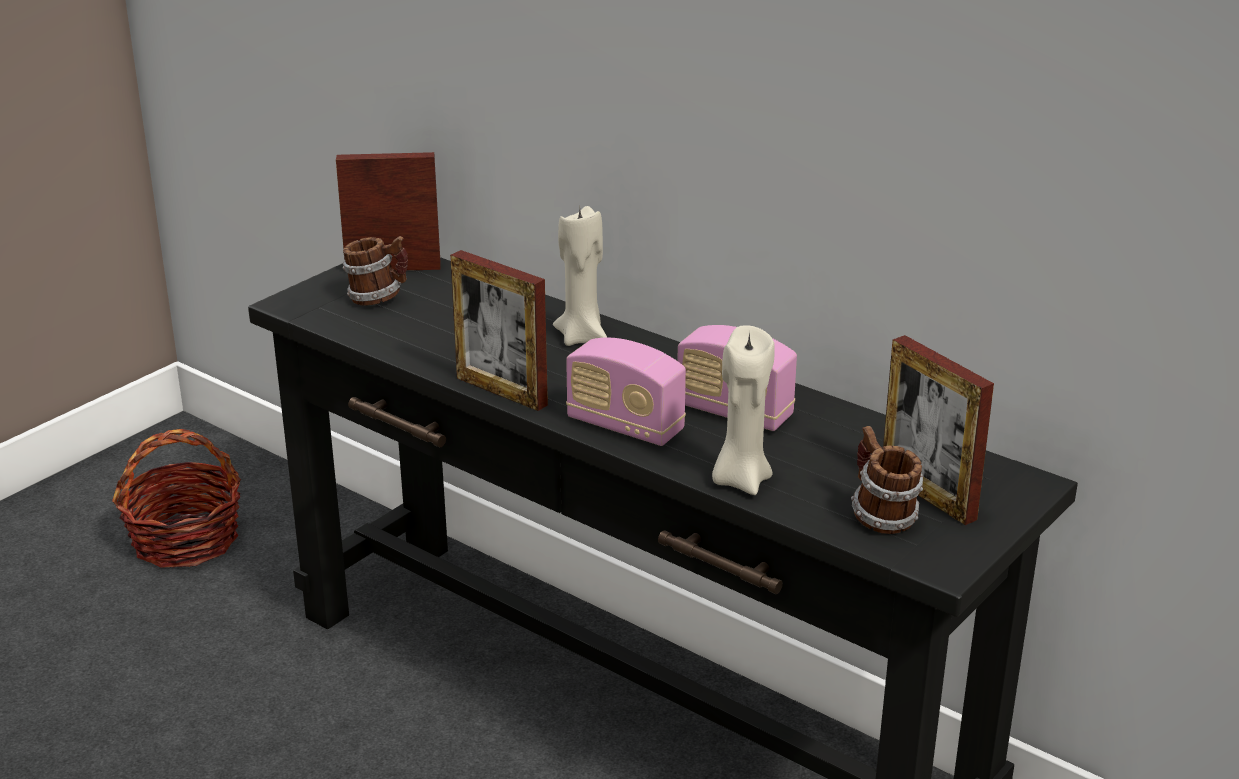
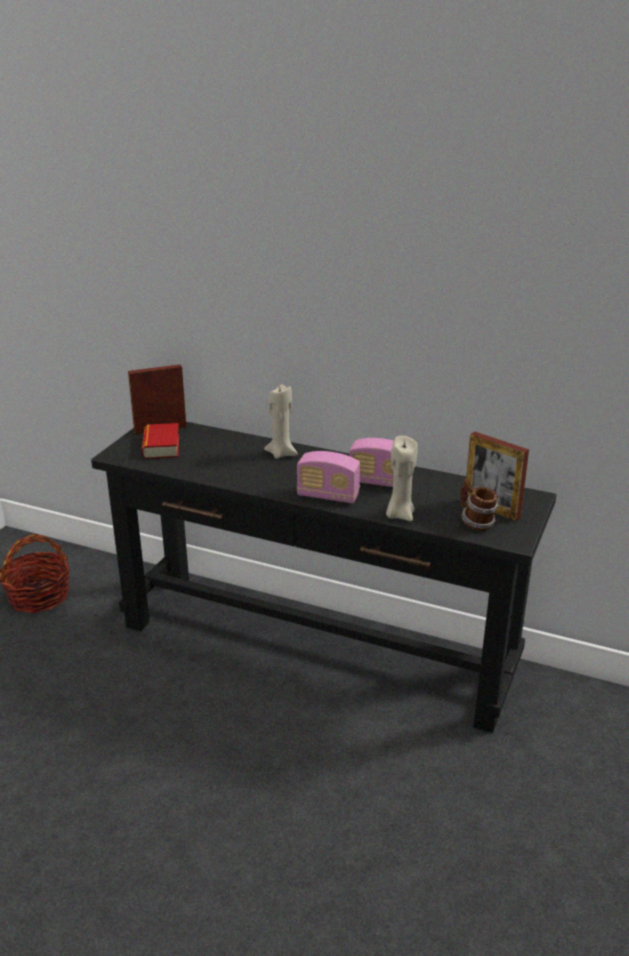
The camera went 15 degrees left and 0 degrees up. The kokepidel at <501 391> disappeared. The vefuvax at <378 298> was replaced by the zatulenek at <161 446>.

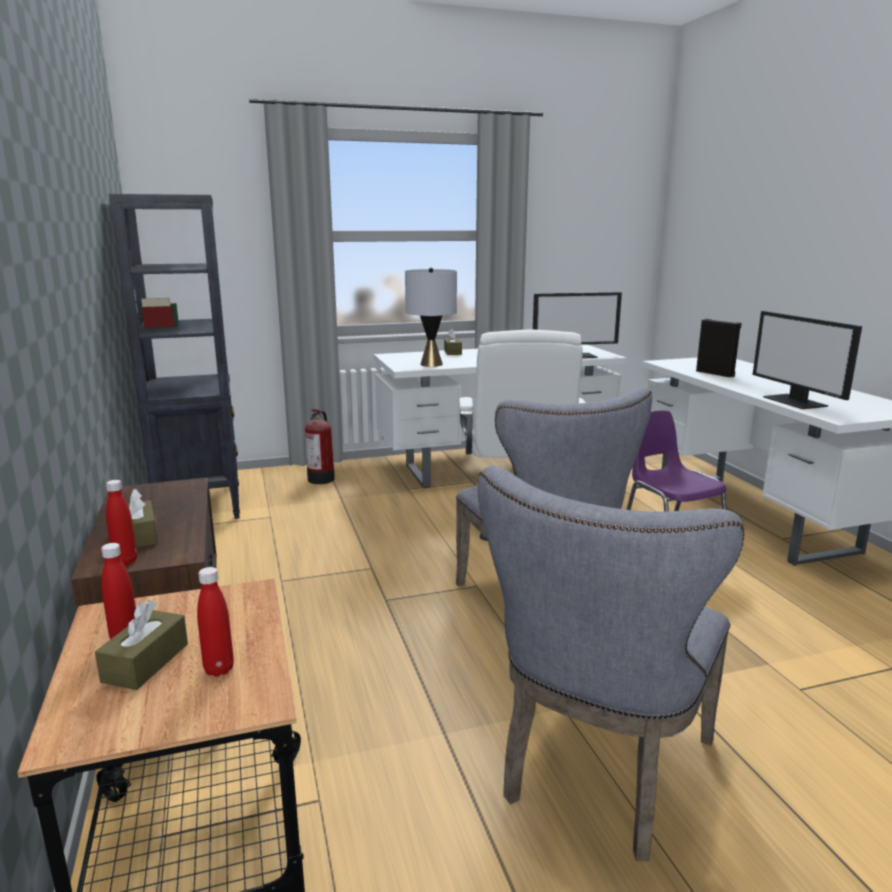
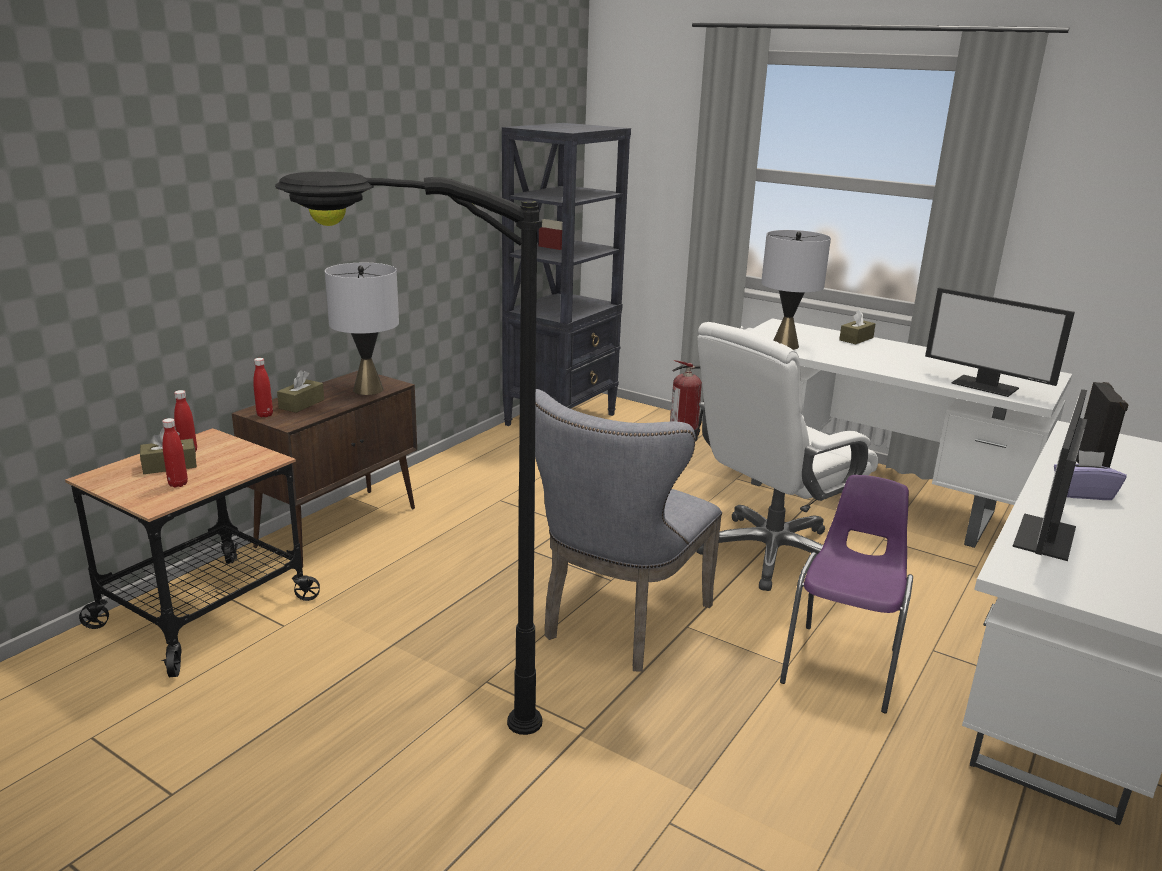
The camera went 50 degrees right and 5 degrees up. The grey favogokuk at <368 389> appeared. The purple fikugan at <1083 493> appeared. The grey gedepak at <599 775> was replaced by the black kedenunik at <412 732>.

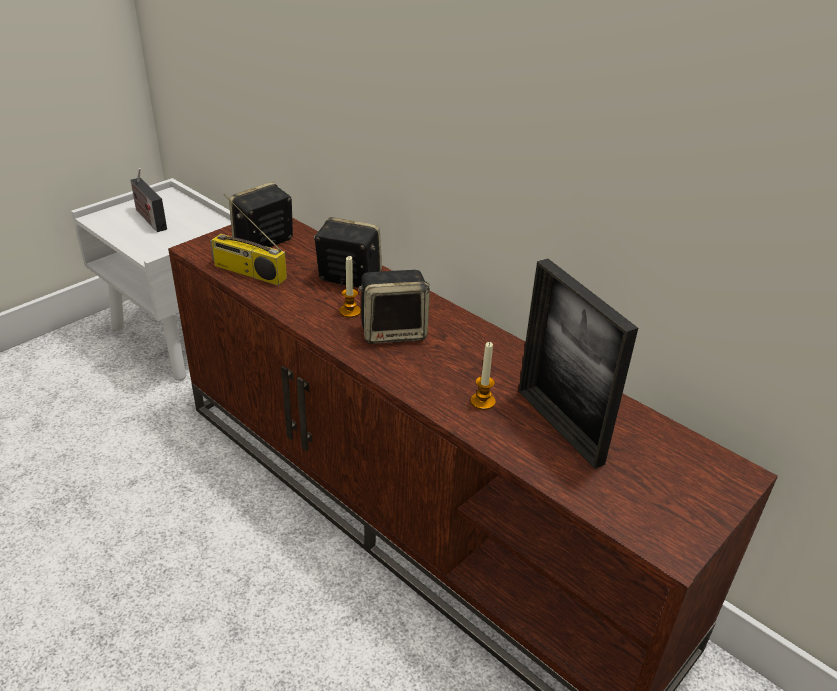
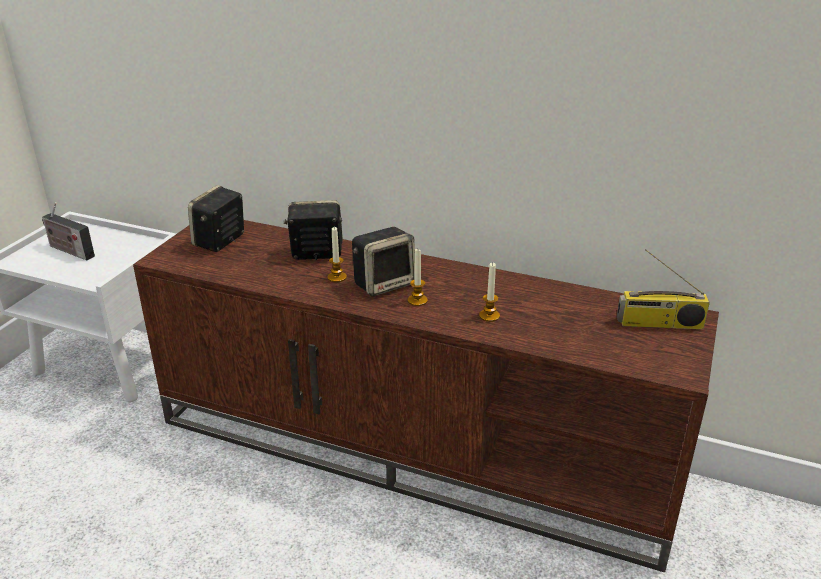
The camera went 20 degrees left and 5 degrees down. The kokepidel at <559 426> disappeared. The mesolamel at <417 300> appeared. The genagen moved from <248 272> to <659 324>.

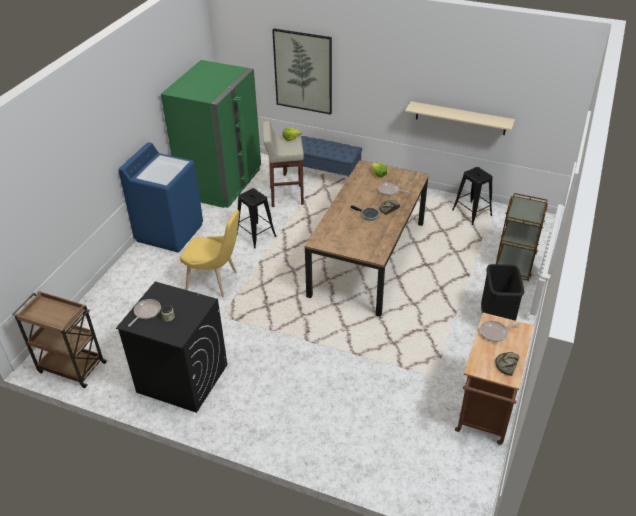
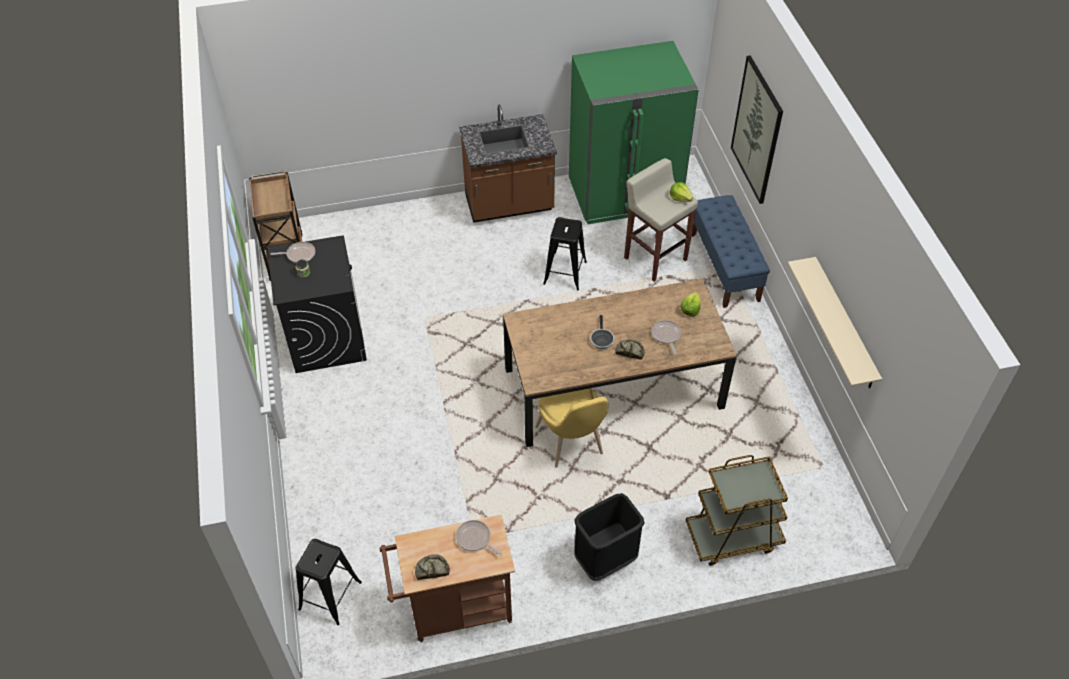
The camera went 55 degrees right and 10 degrees up. The yellow gedepak moved from <215 282> to <571 444>. The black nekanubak moved from <471 213> to <330 595>. The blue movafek at <170 232> was replaced by the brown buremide at <509 205>.

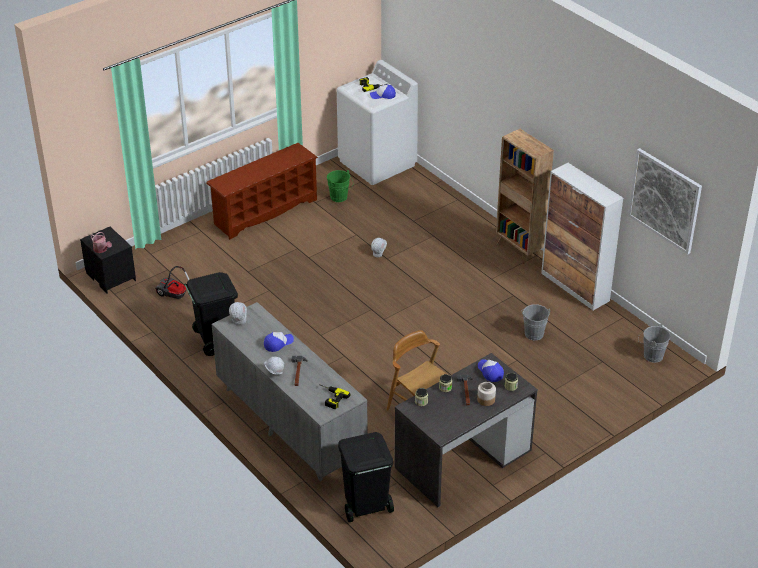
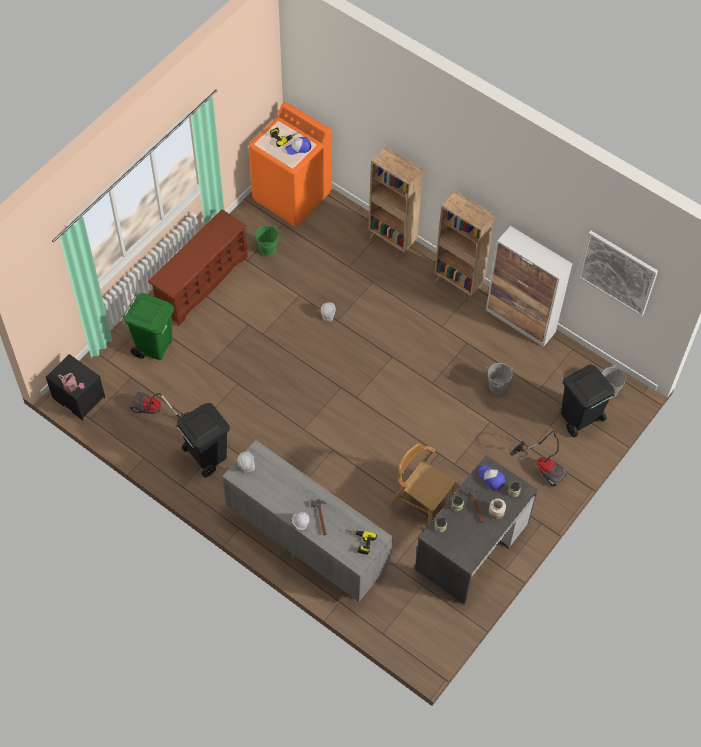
The camera went 15 degrees left and 20 degrees up. The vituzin at <278 343> disappeared. The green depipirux at <154 345> appeared. The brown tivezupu at <392 241> appeared. The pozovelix at <544 466> appeared. The black depipirux moved from <365 506> to <579 418>. The white movafek at <377 163> became the orange movafek at <292 196>.

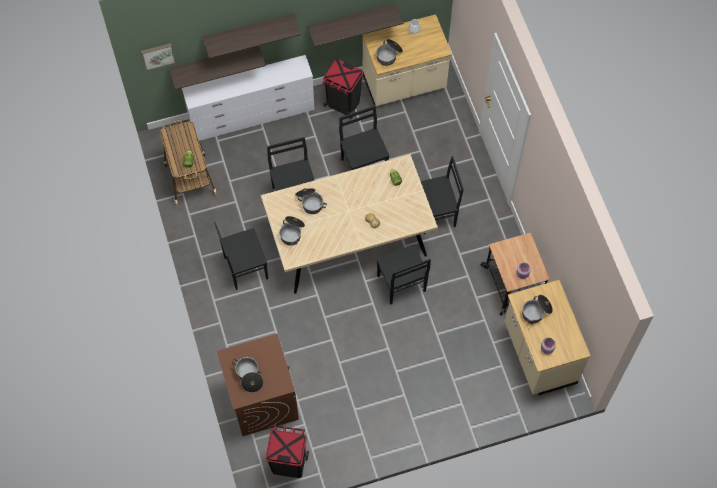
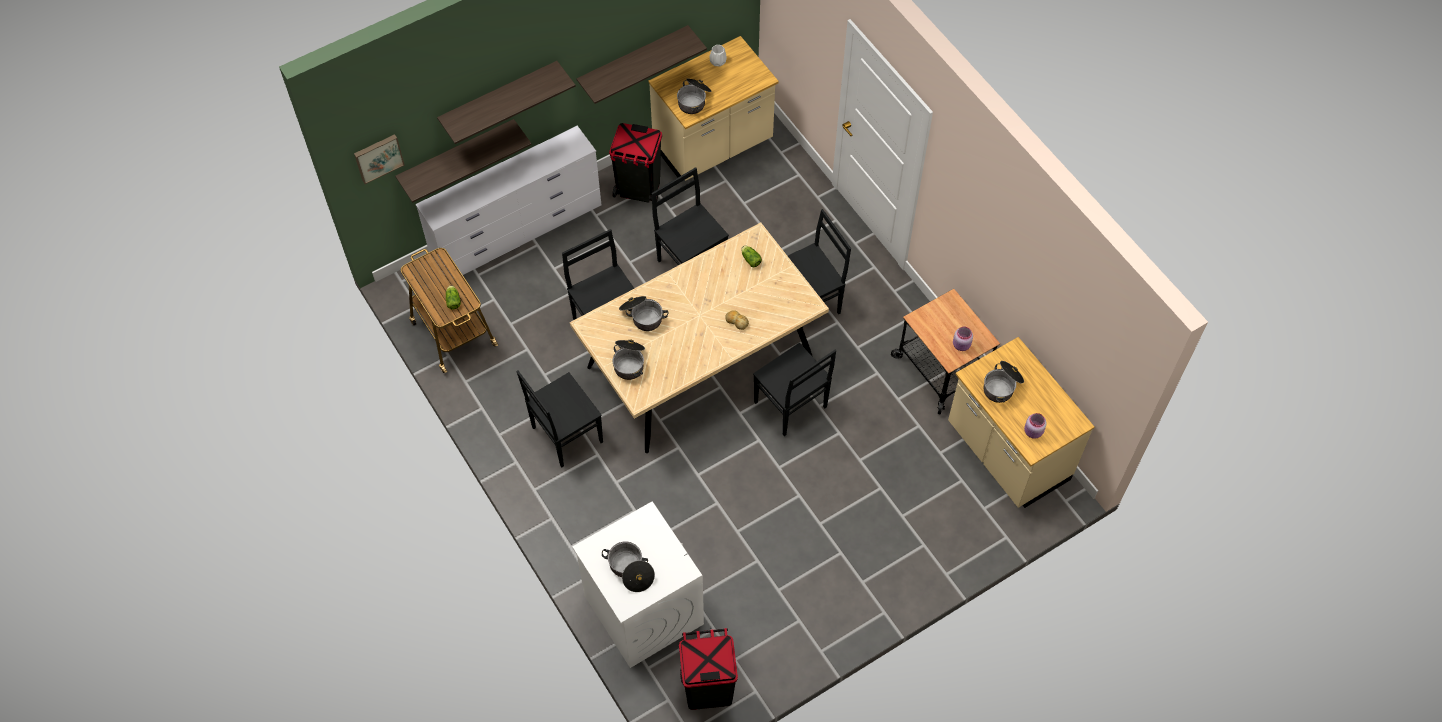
The camera went 15 degrees left and 5 degrees down. The brown movafek at <261 399> became the white movafek at <642 609>.

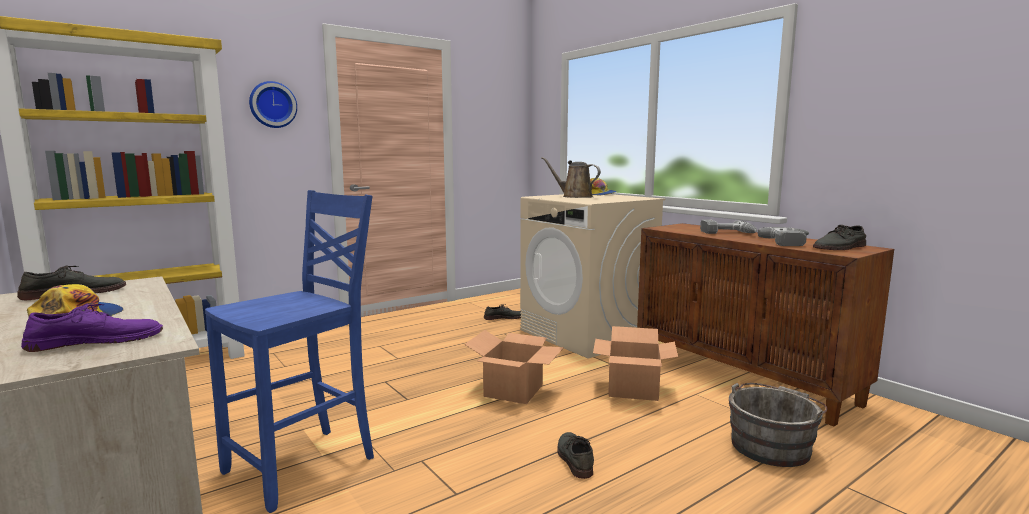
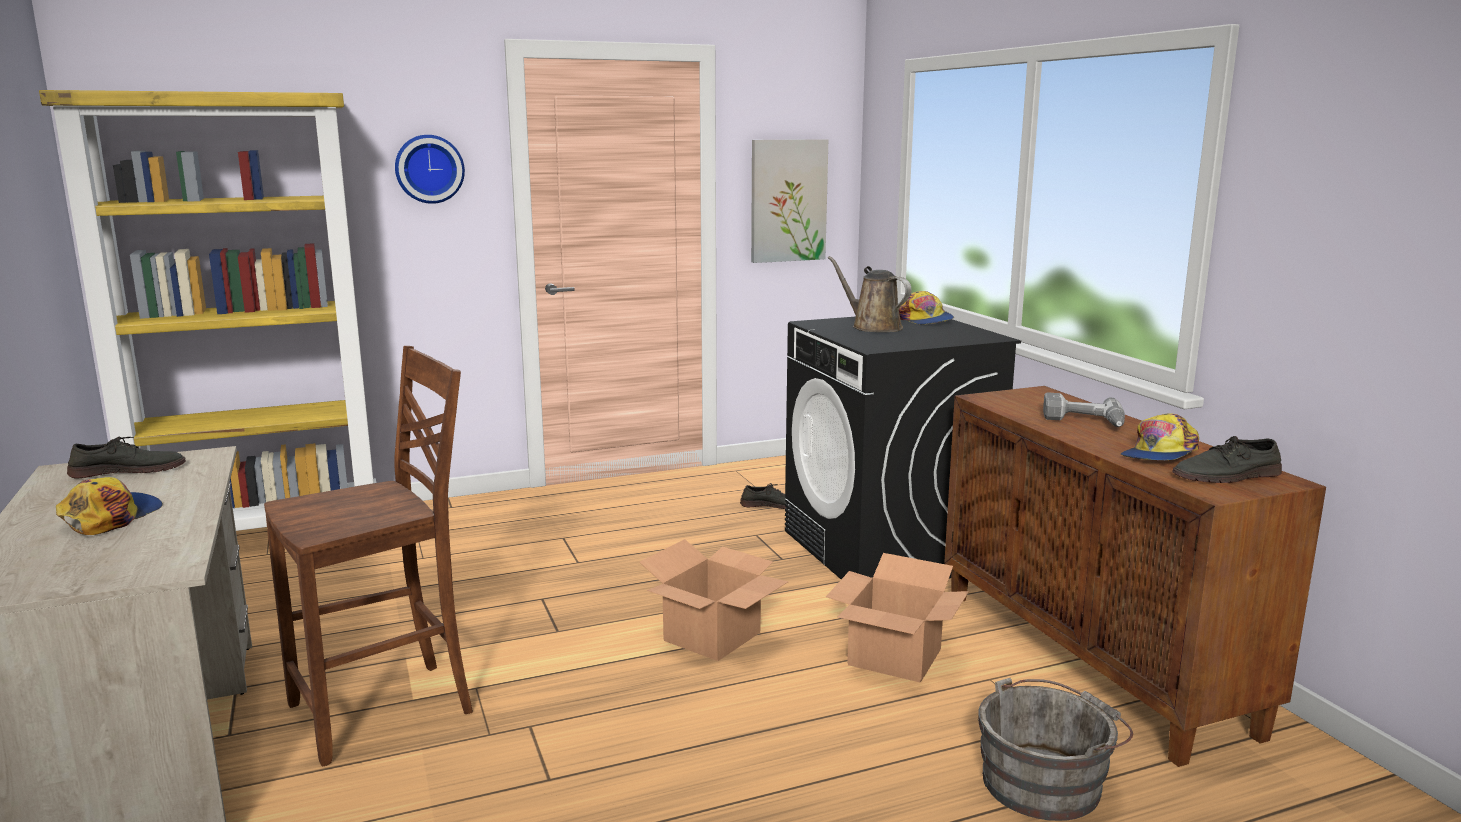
The camera went 15 degrees right and 5 degrees up. The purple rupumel at <96 341> disappeared. The grey rupumel at <574 458> disappeared. The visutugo at <788 200> appeared. The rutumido at <790 242> was replaced by the vituzin at <1159 454>. The blue gedepak at <304 465> became the brown gedepak at <386 710>. The beige movafek at <587 334> became the black movafek at <888 550>.

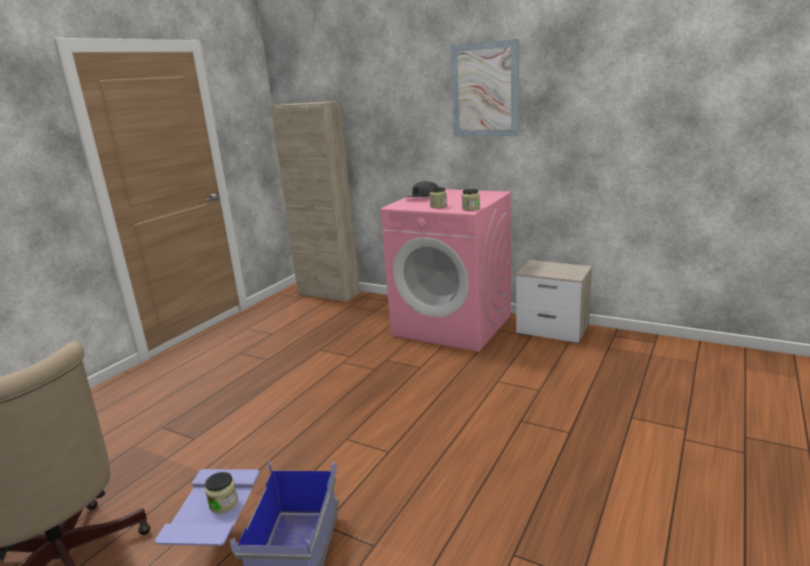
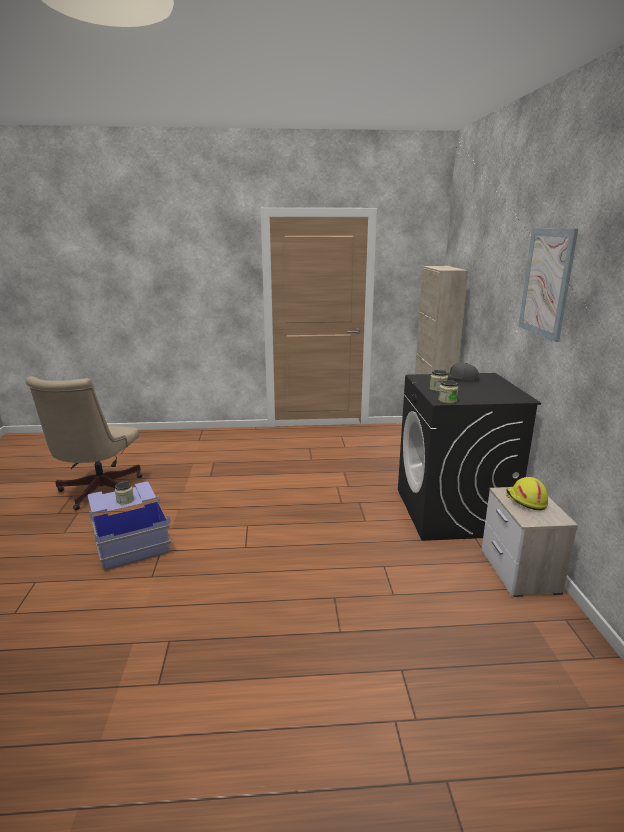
The camera went 55 degrees right and 0 degrees up. The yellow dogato at <525 500> appeared. The pink movafek at <453 325> became the black movafek at <453 512>.

